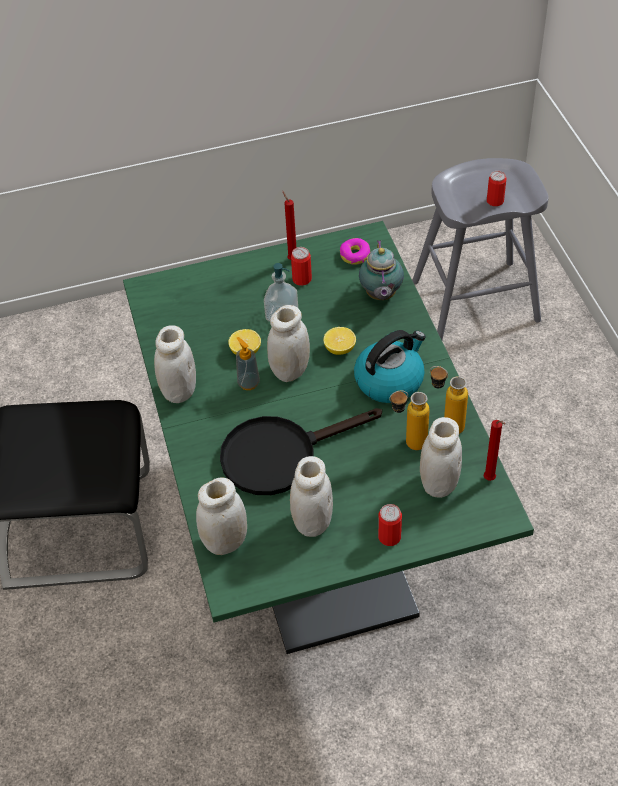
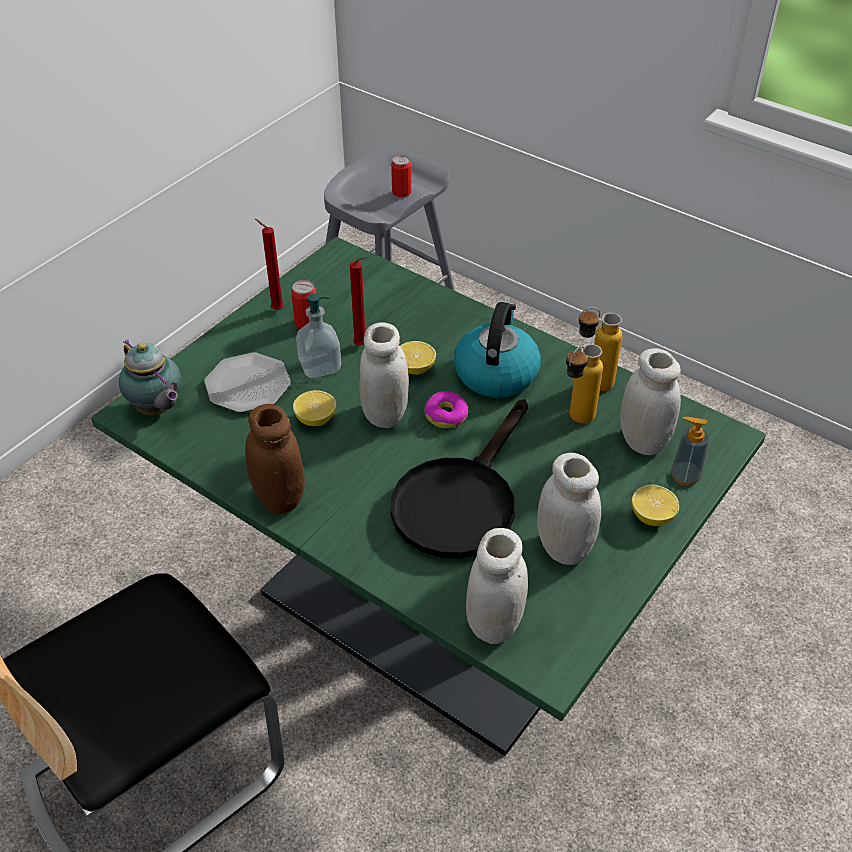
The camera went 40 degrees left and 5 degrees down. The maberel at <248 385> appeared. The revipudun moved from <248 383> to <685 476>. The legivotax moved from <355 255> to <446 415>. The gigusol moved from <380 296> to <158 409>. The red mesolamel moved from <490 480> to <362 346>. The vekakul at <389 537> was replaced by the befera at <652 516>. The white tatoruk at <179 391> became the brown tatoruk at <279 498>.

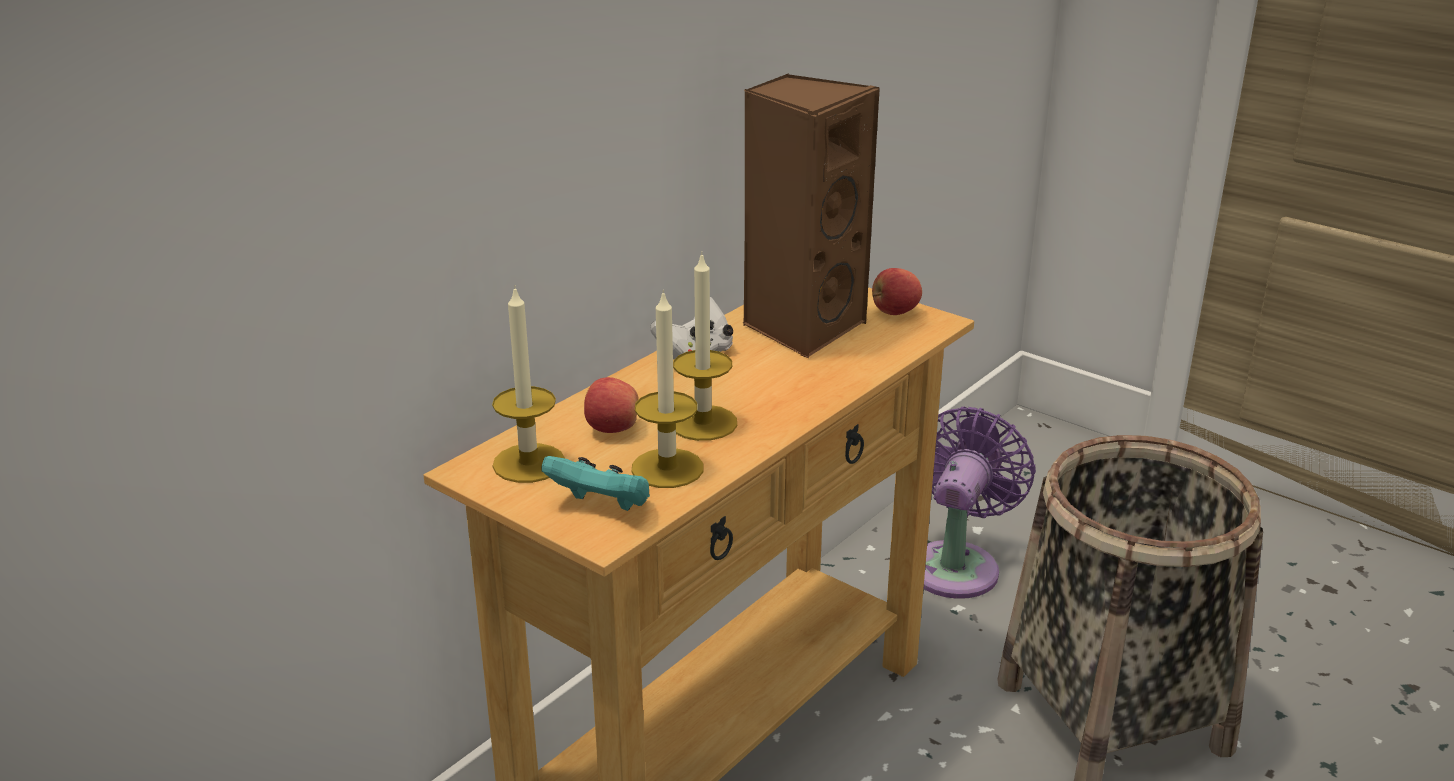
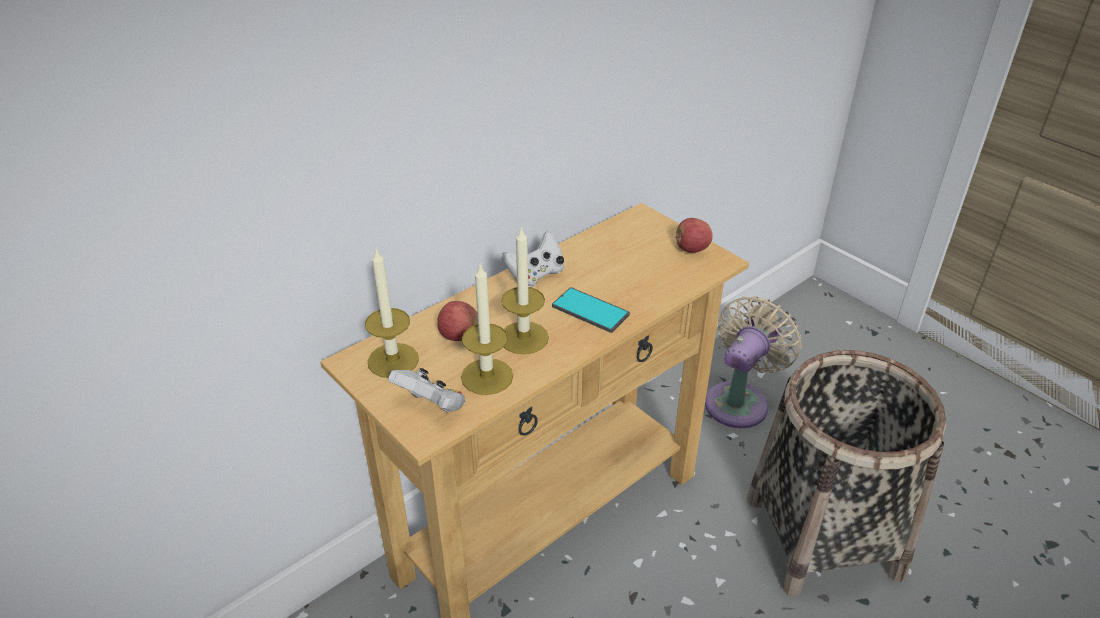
The camera went 10 degrees right and 10 degrees up. The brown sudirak at <801 327> disappeared. The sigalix at <590 310> appeared. The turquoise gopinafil at <602 506> became the white gopinafil at <431 405>. The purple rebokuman at <957 565> became the beige rebokuman at <739 401>.

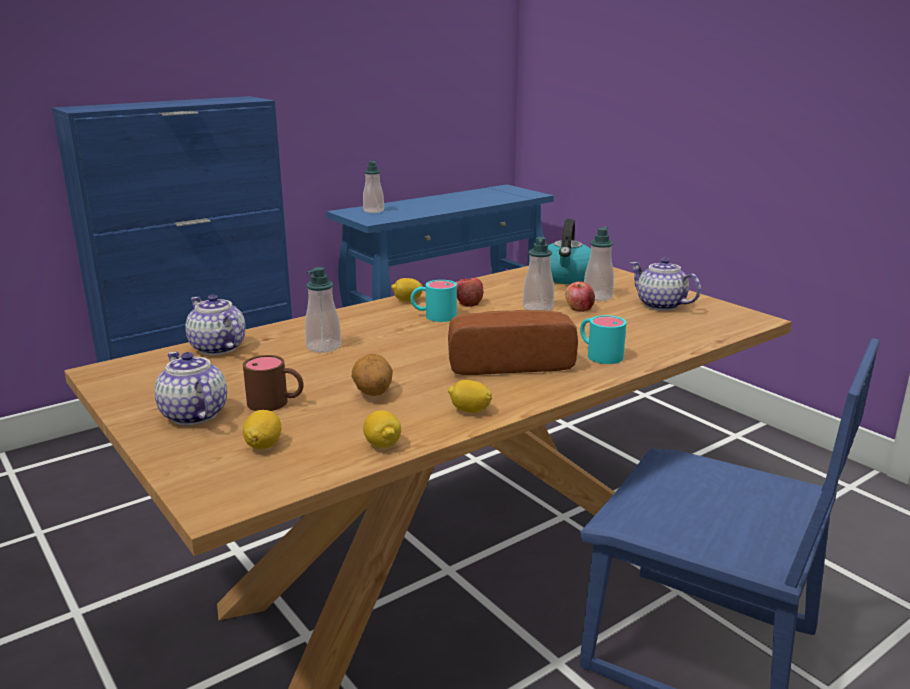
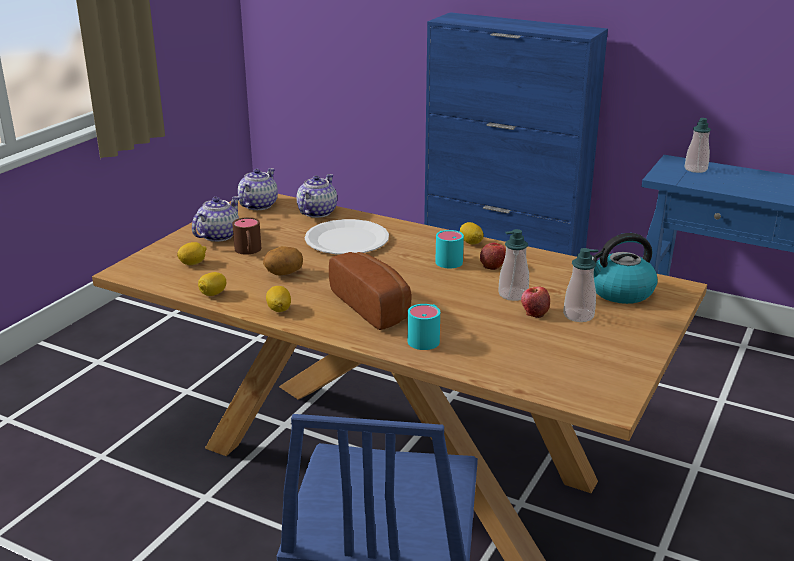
The camera went 65 degrees right and 5 degrees up. The gigusol moved from <660 305> to <258 205>. The revipudun at <323 347> was replaced by the white maberel at <347 240>.

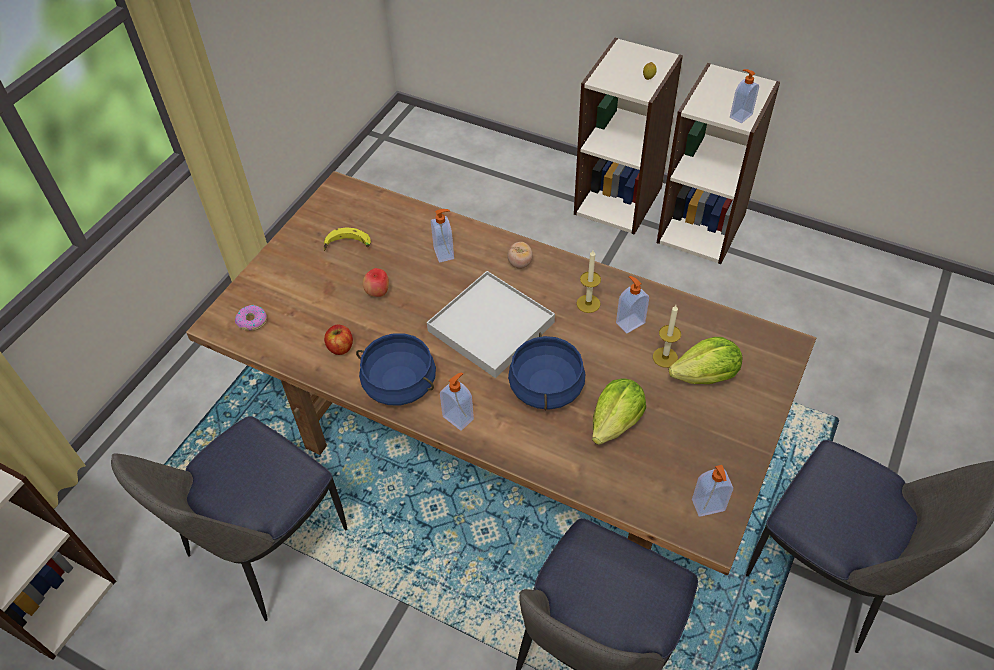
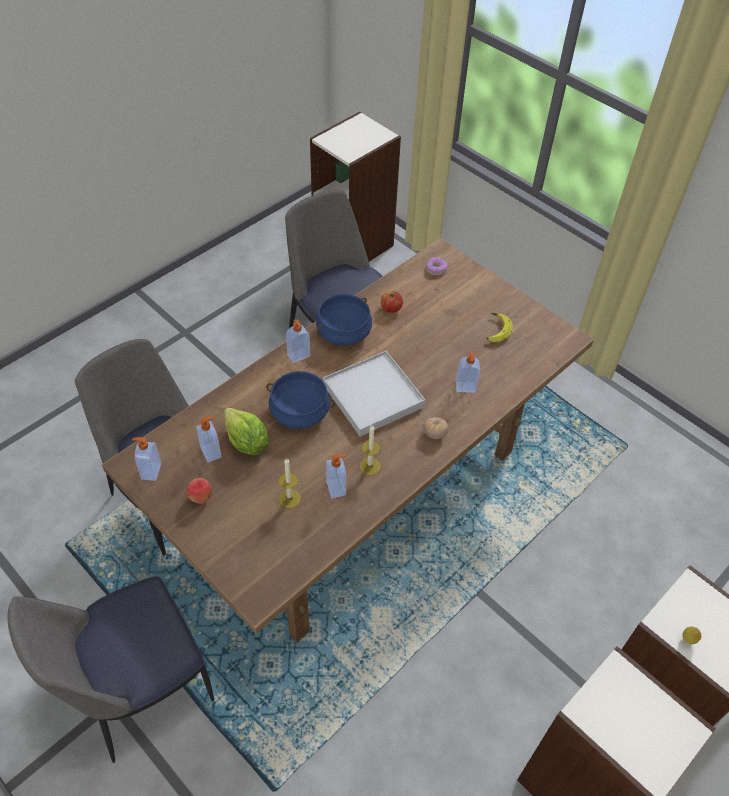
The camera went 105 degrees right and 0 degrees up. The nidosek at <706 376> disappeared. The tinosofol moved from <378 292> to <201 498>. The revipudun moved from <740 115> to <211 452>.

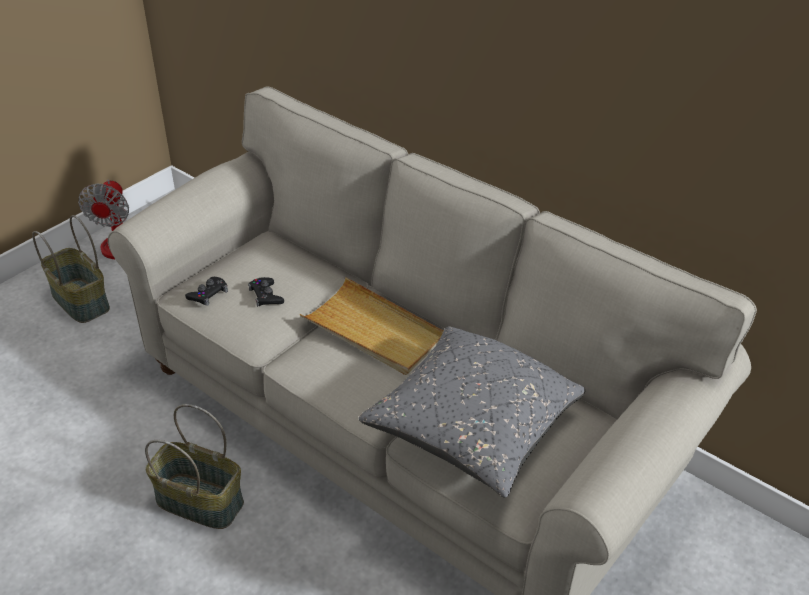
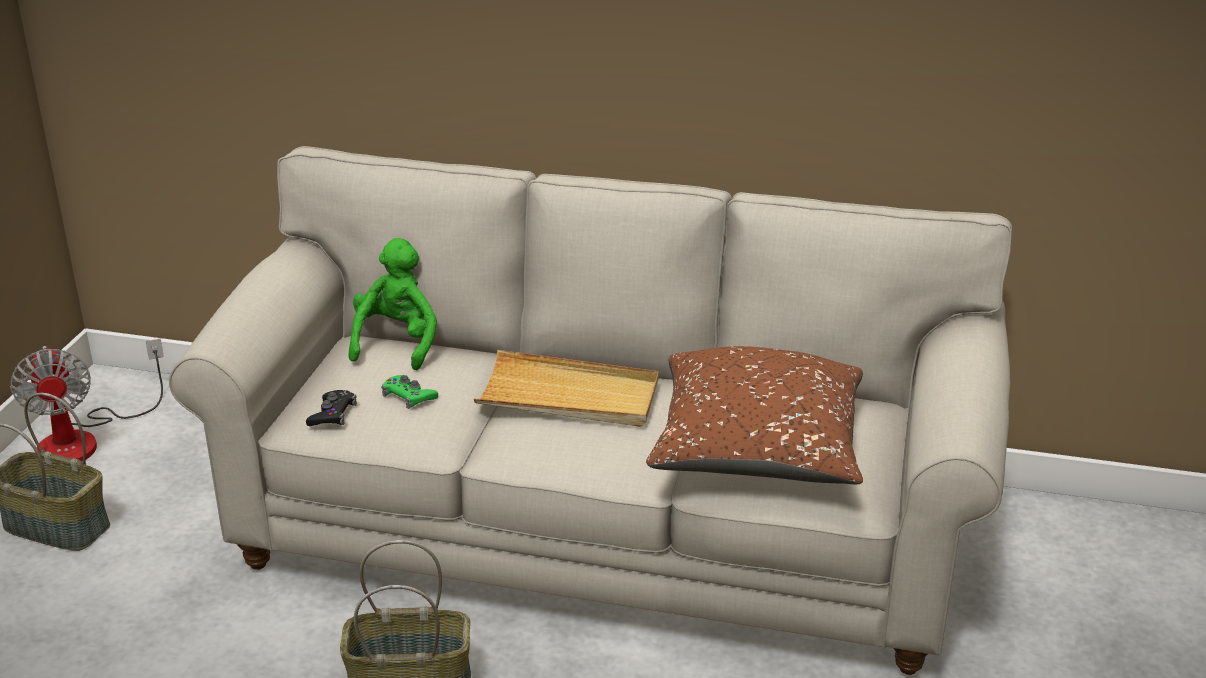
The camera went 25 degrees left and 10 degrees down. The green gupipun at <397 343> appeared. The black gopinafil at <266 296> became the green gopinafil at <409 396>. The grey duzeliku at <472 427> became the brown duzeliku at <757 450>.

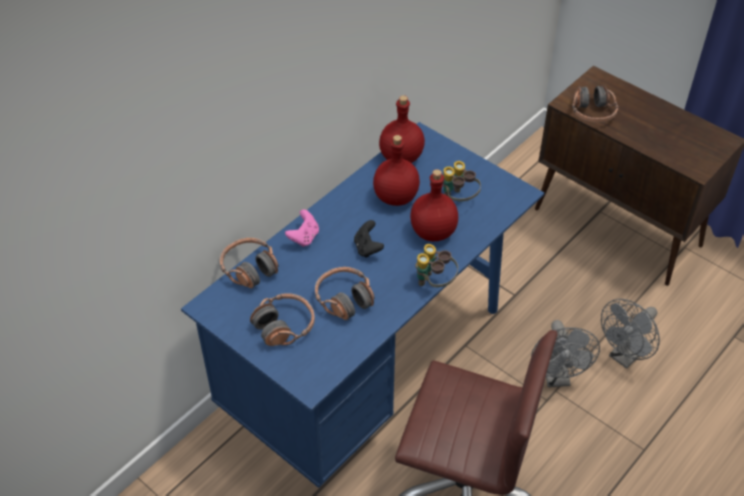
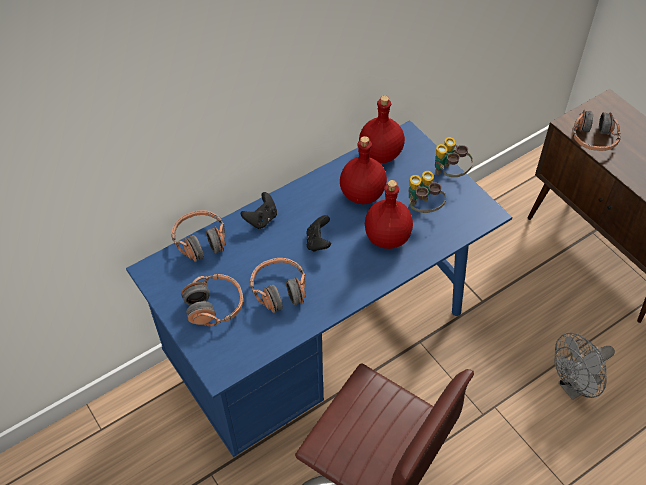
The camera went 15 degrees right and 5 degrees up. The grey rebokuman at <557 377> disappeared. The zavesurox moved from <434 283> to <449 174>. The pink gopinafil at <304 237> became the black gopinafil at <261 219>.

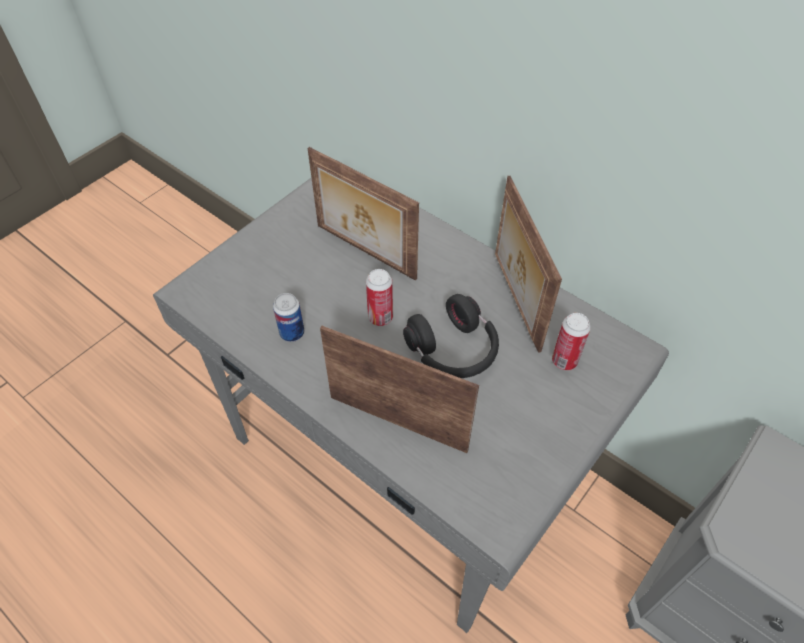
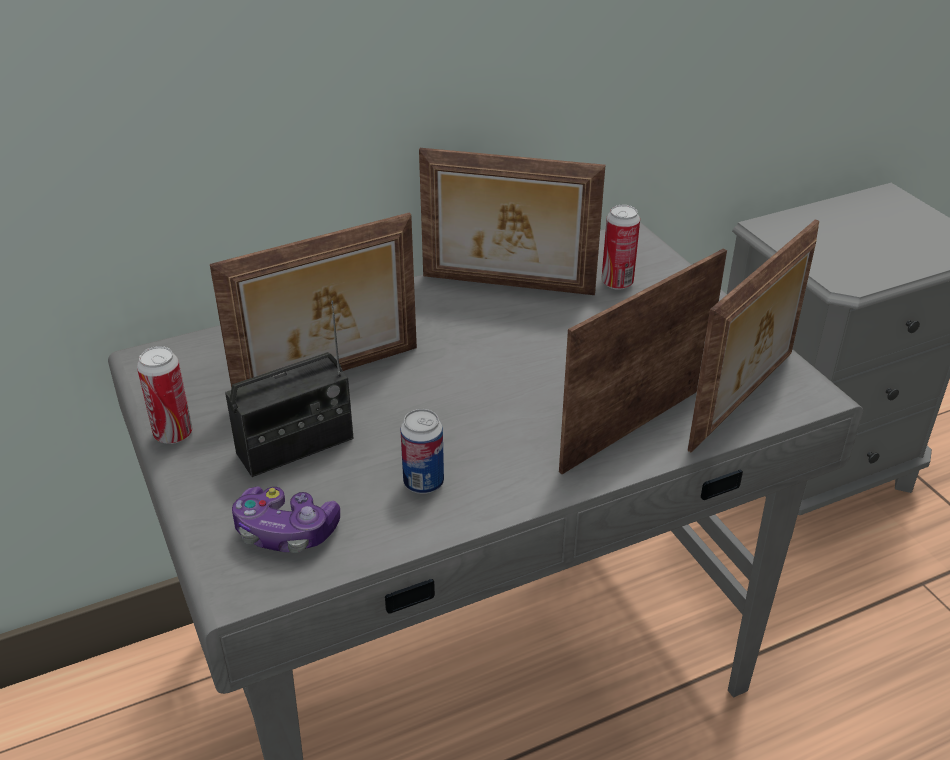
The camera went 65 degrees left and 15 degrees down. The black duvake at <454 351> disappeared. The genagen at <295 446> appeared. The gopinafil at <286 532> appeared. The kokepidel at <744 401> appeared. The vekakul moved from <380 318> to <173 434>.

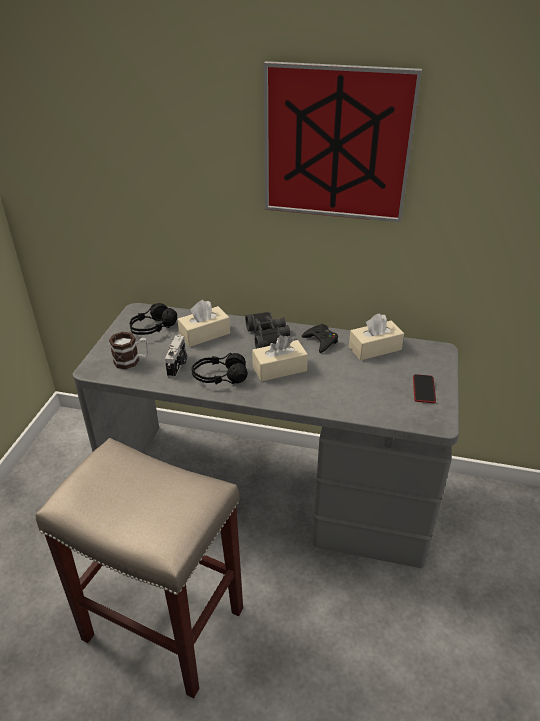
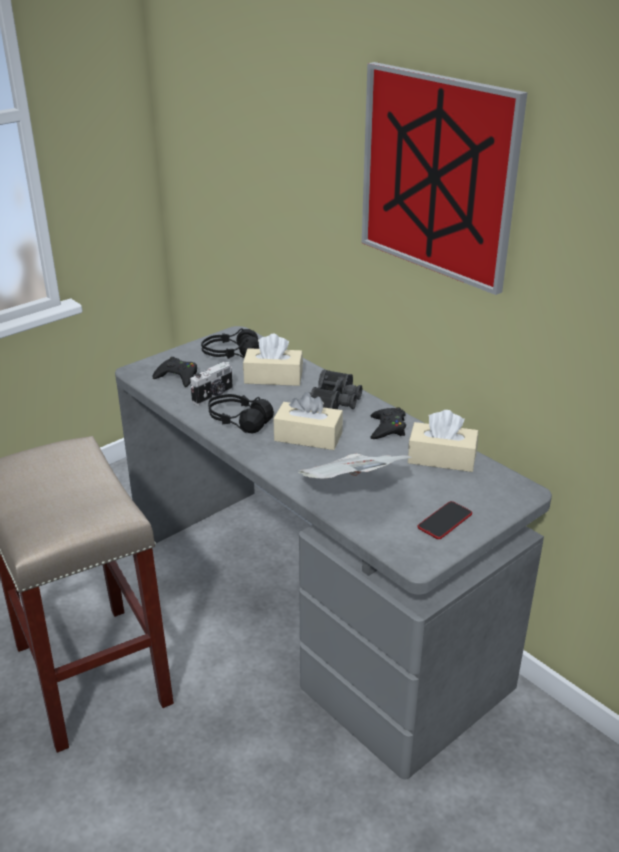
The camera went 35 degrees right and 5 degrees down. The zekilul at <352 490> appeared. The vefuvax at <132 361> was replaced by the black gopinafil at <177 376>.

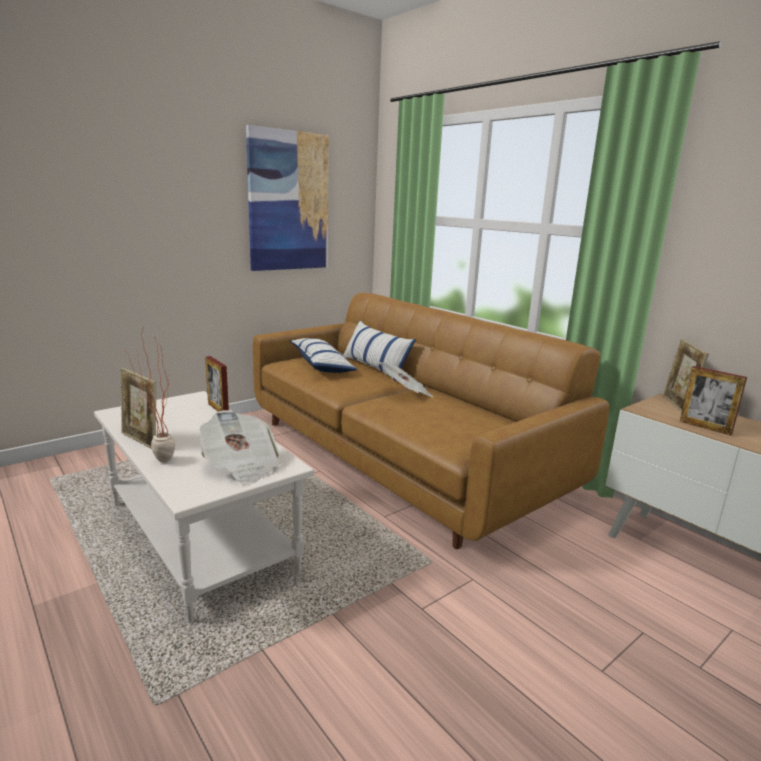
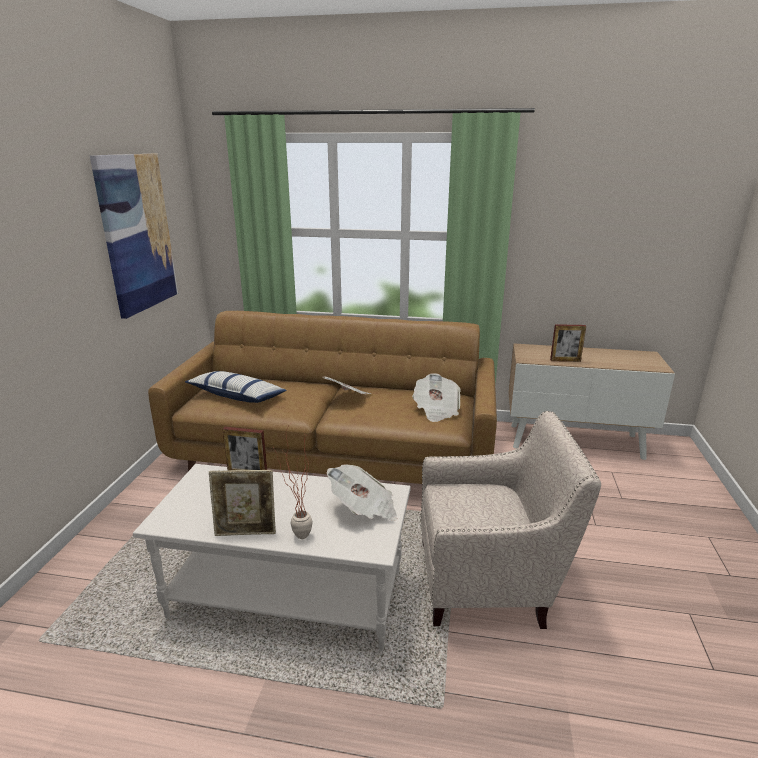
The camera went 40 degrees left and 5 degrees up. The duzeliku at <375 367> disappeared. The kokepidel at <677 406> disappeared. The zekilul at <436 410> appeared. The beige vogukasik at <489 581> appeared.

